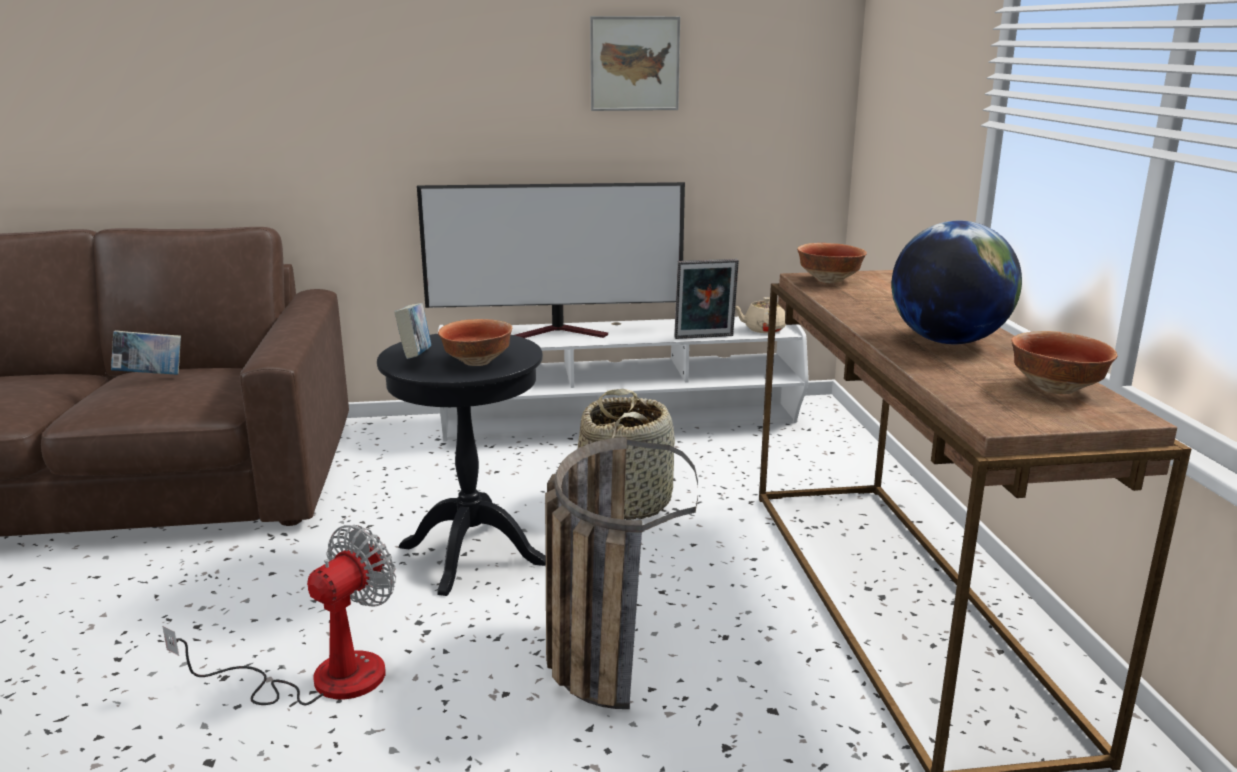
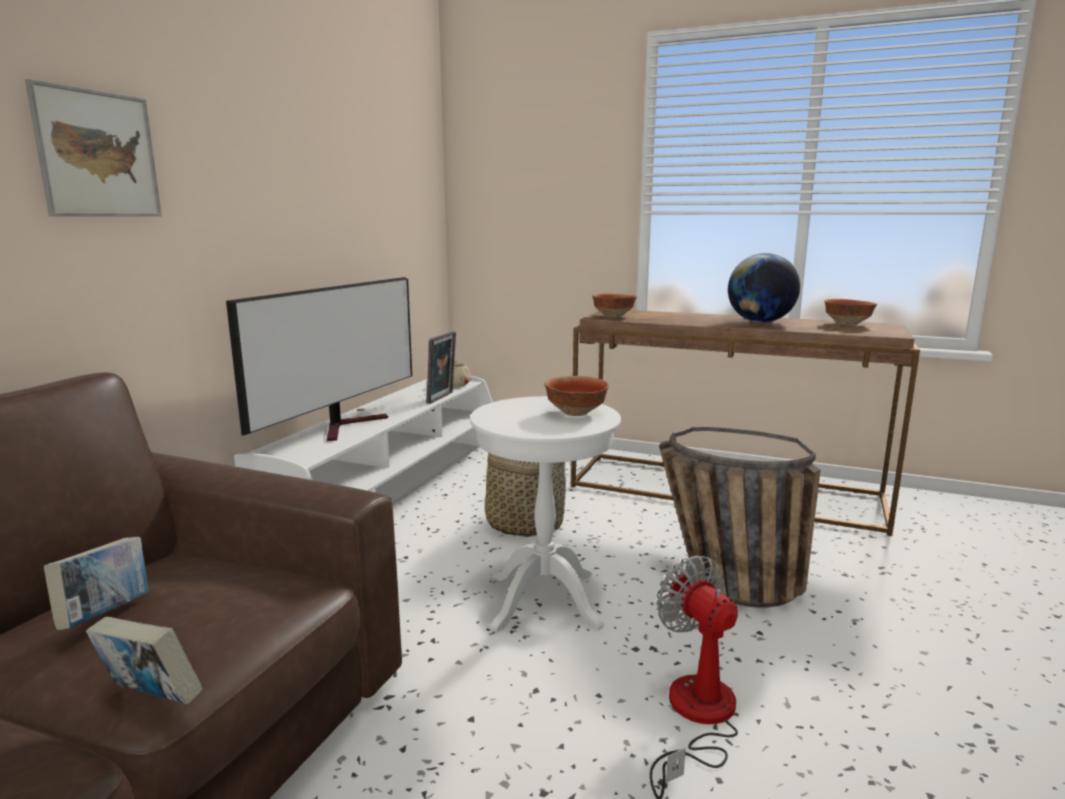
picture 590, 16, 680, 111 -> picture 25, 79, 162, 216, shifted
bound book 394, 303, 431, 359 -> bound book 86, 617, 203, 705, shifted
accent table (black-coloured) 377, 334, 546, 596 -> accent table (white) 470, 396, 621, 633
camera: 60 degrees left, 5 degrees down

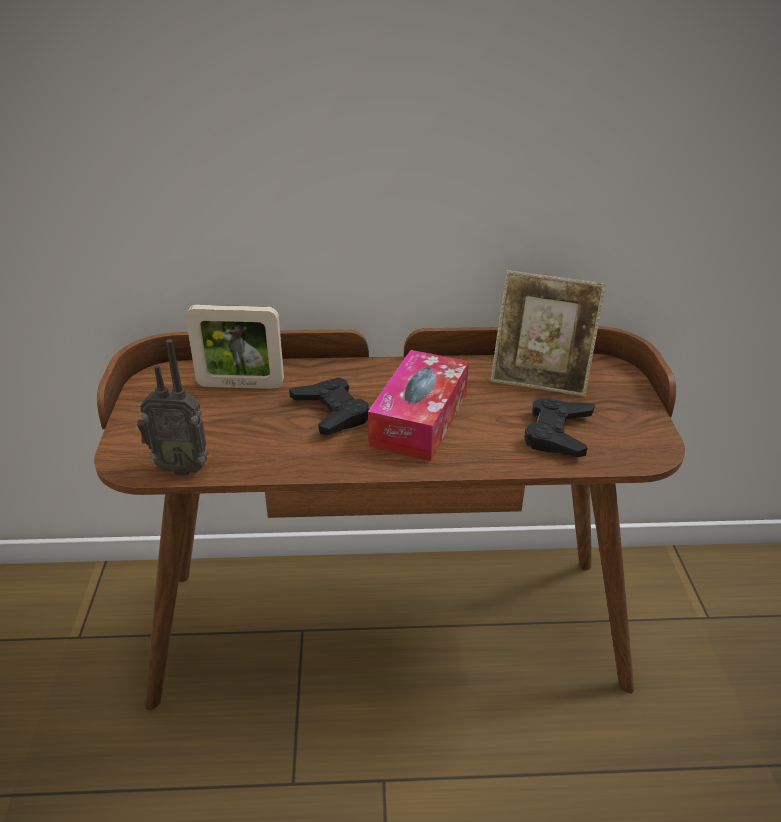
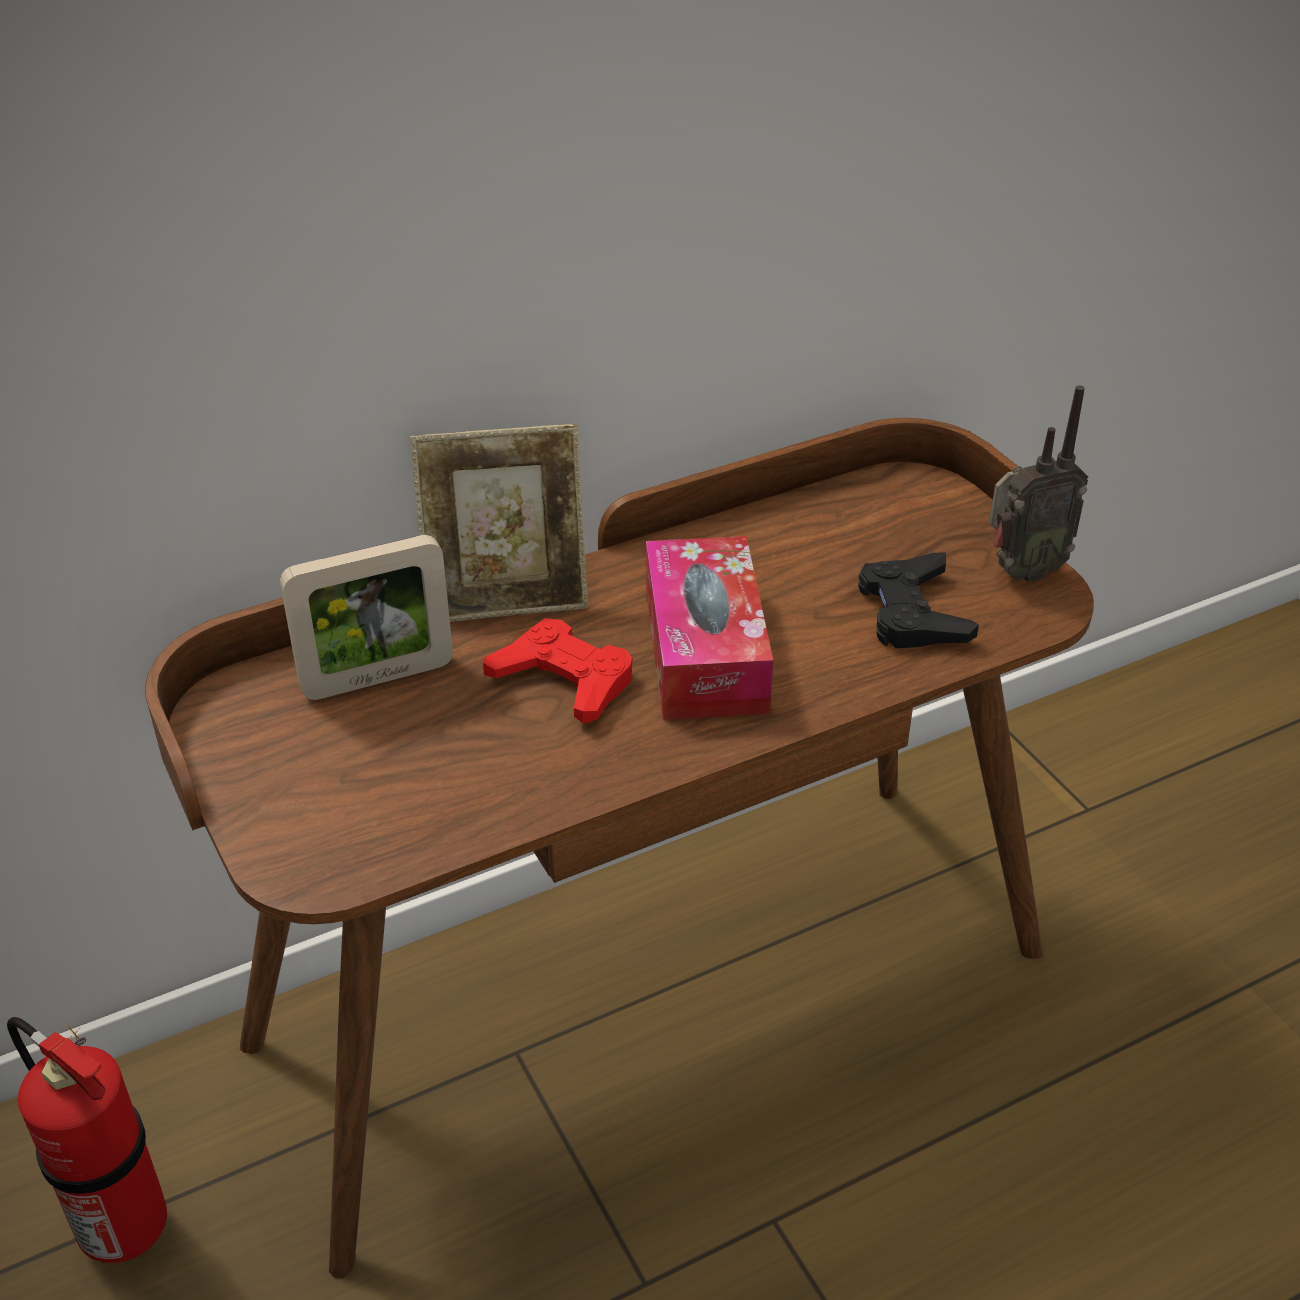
none -> extinguisher 7, 1017, 167, 1263
photo frame 490, 270, 607, 397 -> photo frame 410, 424, 588, 622, shifted
gamepad (black-coloured) 289, 377, 369, 435 -> gamepad (red) 483, 618, 633, 724
radio set 137, 339, 209, 476 -> radio set 989, 385, 1088, 582, shifted
camera: 25 degrees left, 5 degrees up

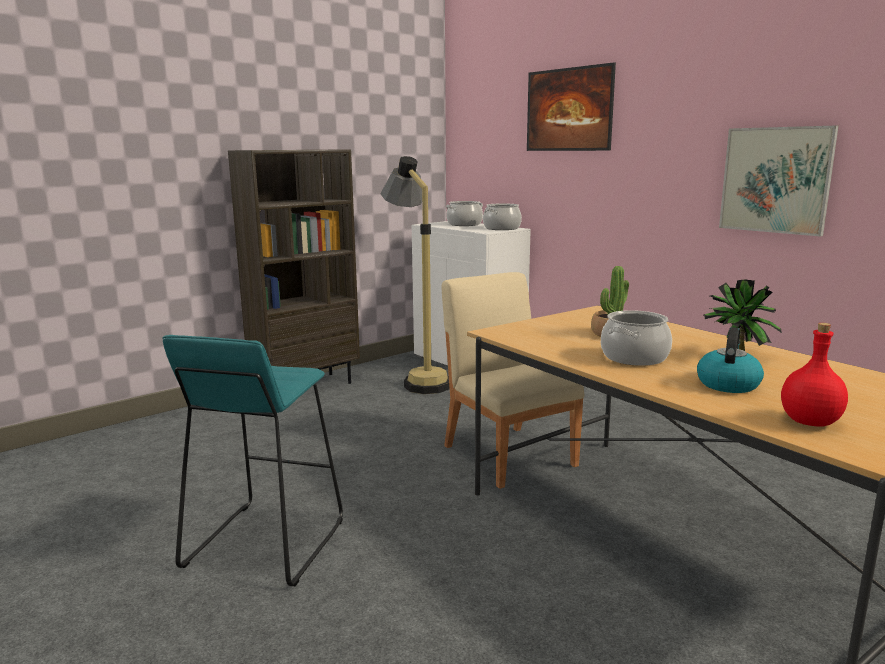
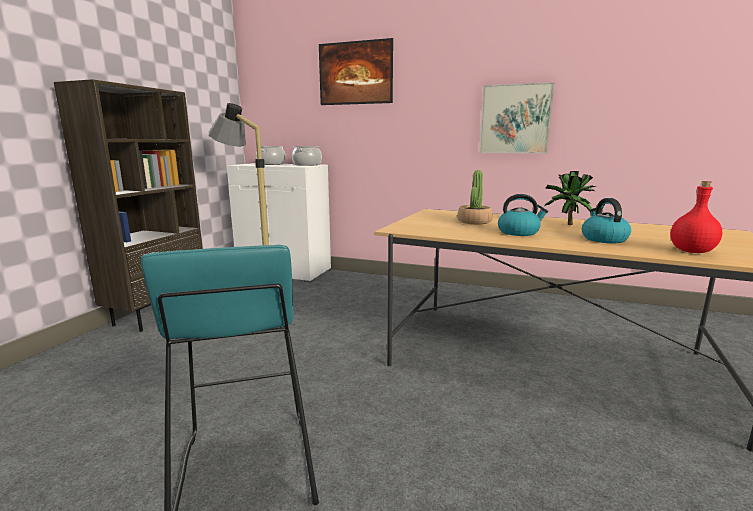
stockpot 601, 310, 672, 366 -> kettle 498, 194, 548, 236
plain chair (beige) 441, 272, 584, 489 -> none
camera: 30 degrees left, 0 degrees up

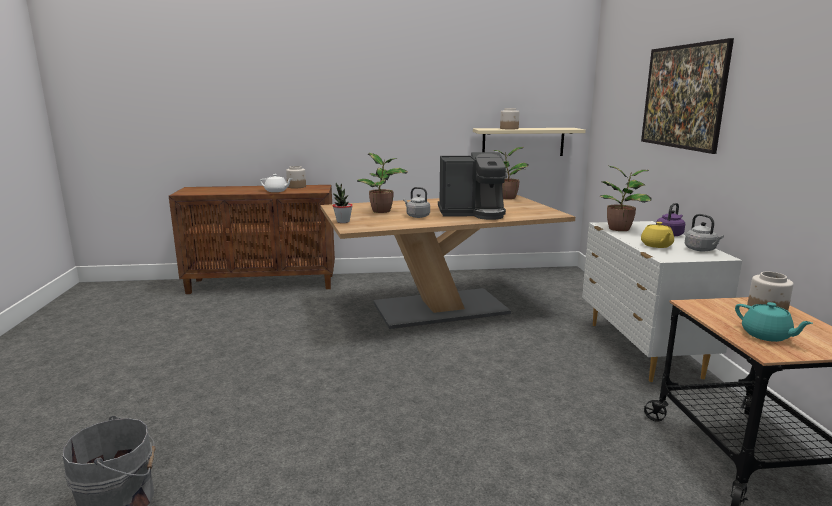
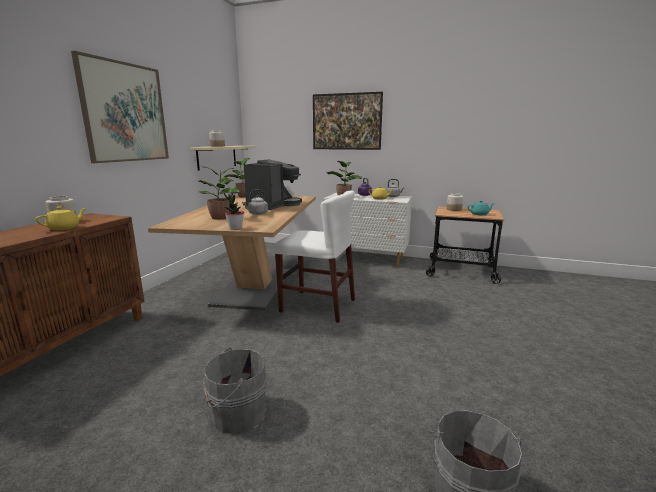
pot for tea (white) 260, 174, 293, 192 -> pot for tea (yellow) 35, 206, 86, 230
none -> picture 71, 51, 169, 163
none -> pail (greyish) 203, 348, 267, 434
none -> plain chair (white) 273, 191, 355, 323
camera: 65 degrees left, 0 degrees up

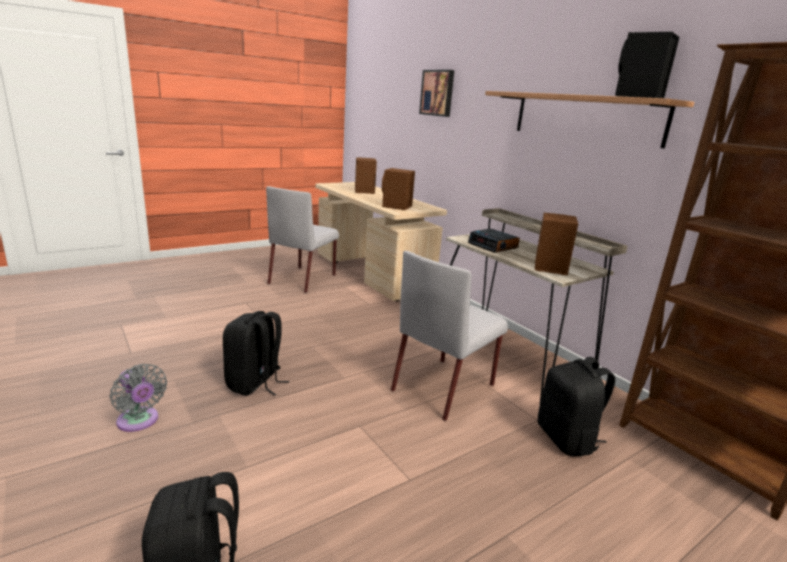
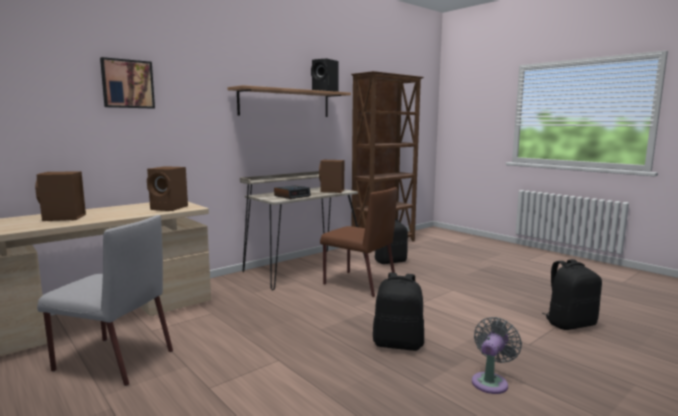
plain chair (greyish) 391, 251, 508, 421 -> plain chair (brown) 320, 187, 397, 297
camera: 95 degrees left, 10 degrees down

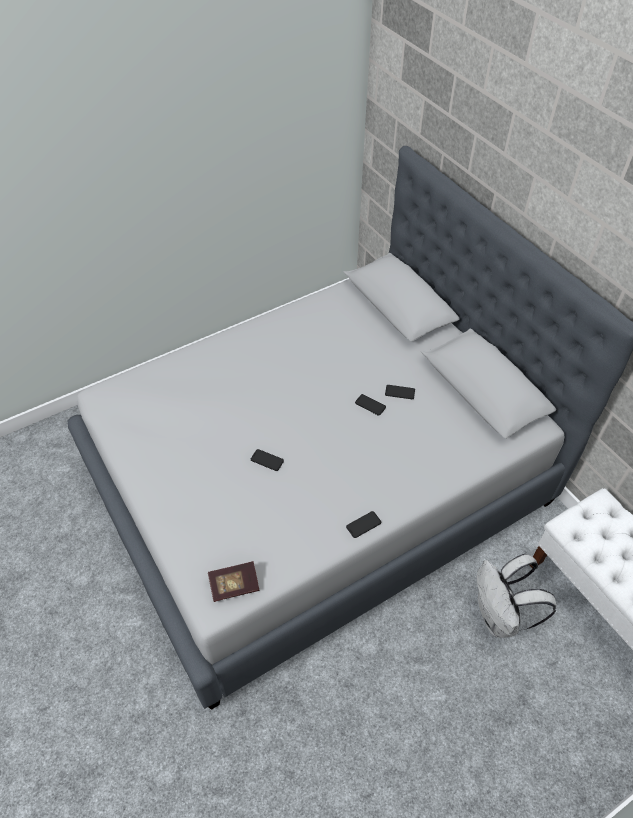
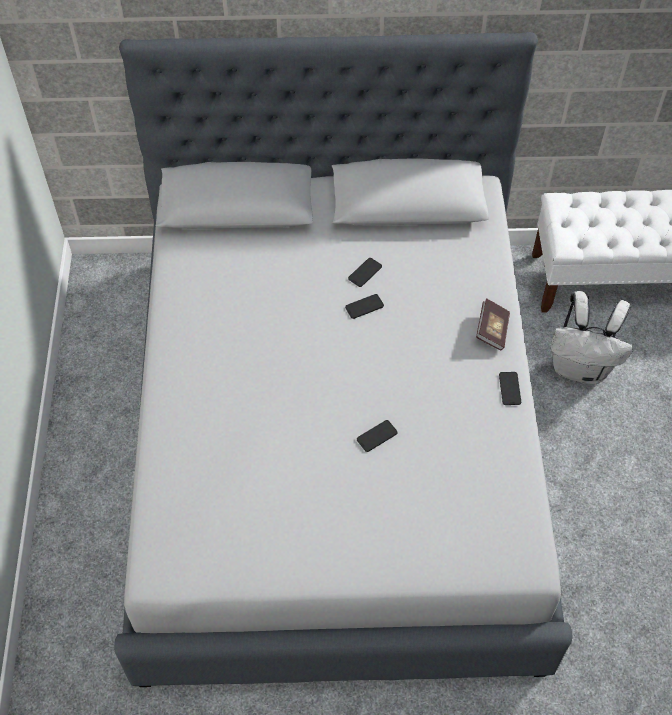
bound book 208, 561, 259, 602 -> bound book 476, 298, 510, 350, shifted
camera: 60 degrees left, 5 degrees up

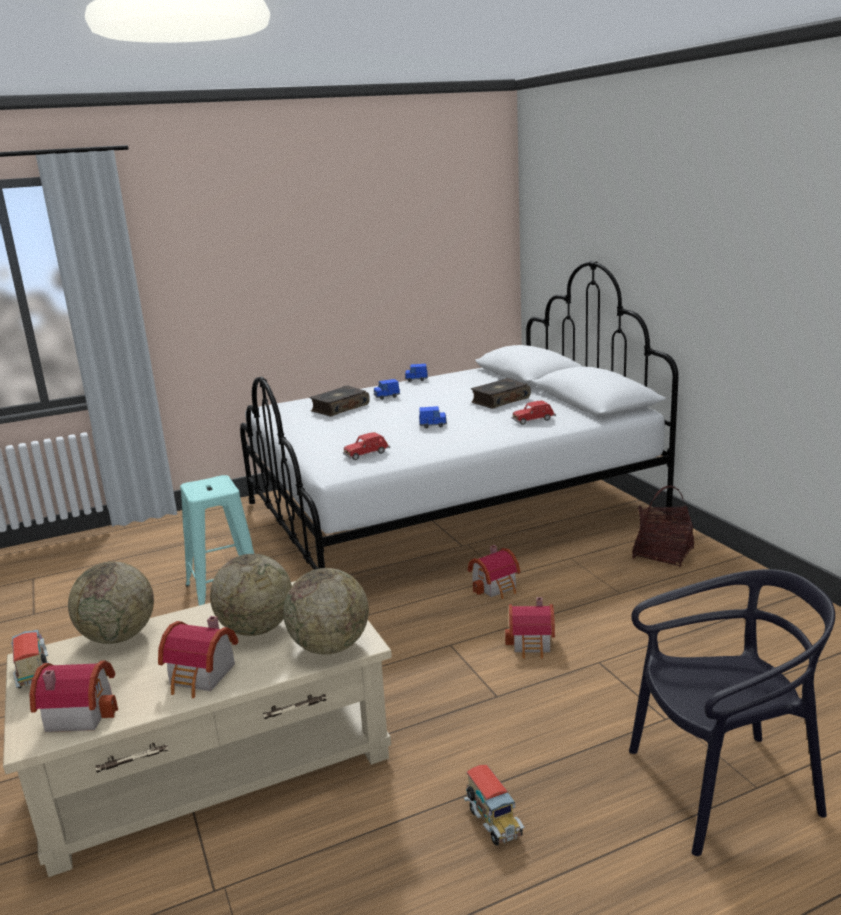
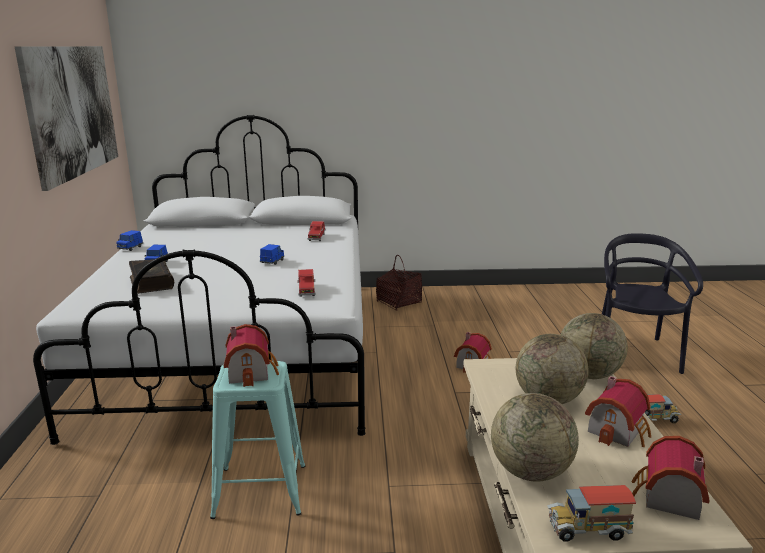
none -> picture 15, 46, 118, 191
miniature house 467, 545, 520, 599 -> miniature house 224, 324, 279, 387, shifted
bound book 471, 378, 531, 409 -> none
camera: 70 degrees left, 0 degrees up

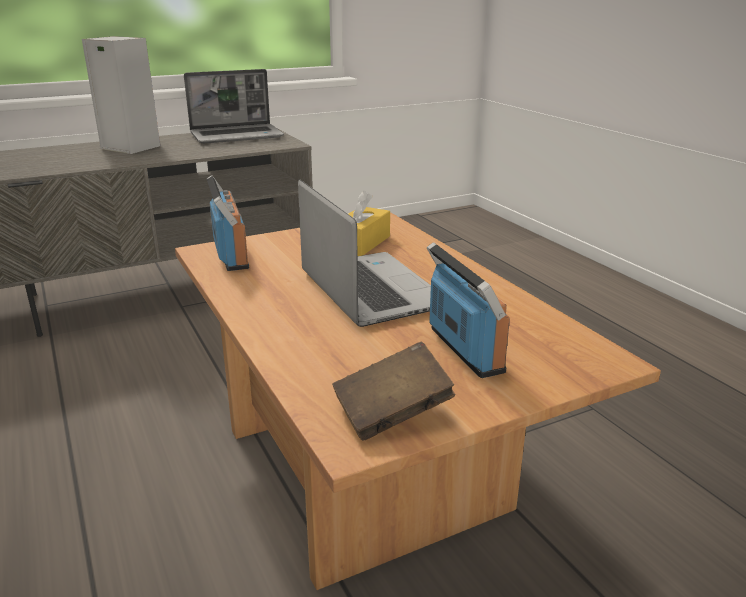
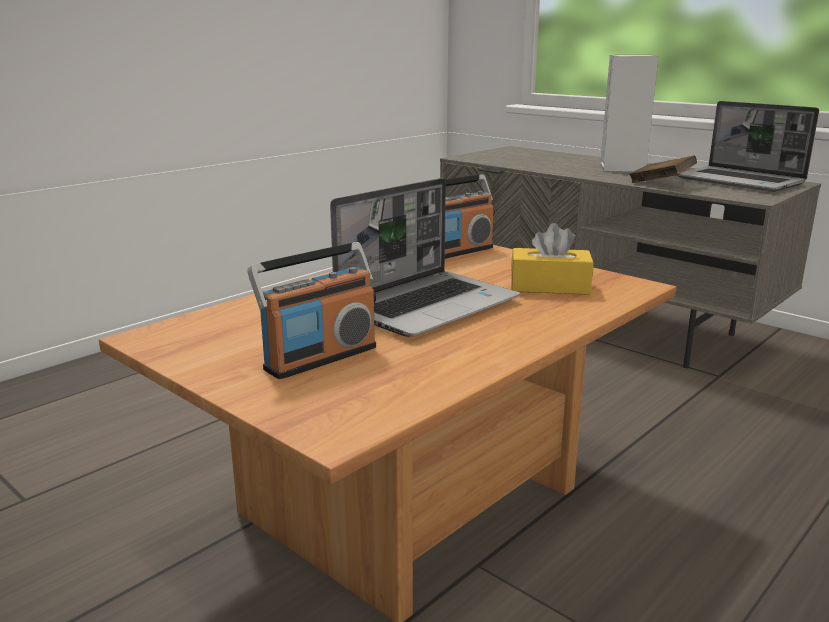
bound book (brown) 332, 342, 455, 441 -> bound book (brown) 629, 155, 697, 183, shifted
camera: 70 degrees right, 5 degrees down

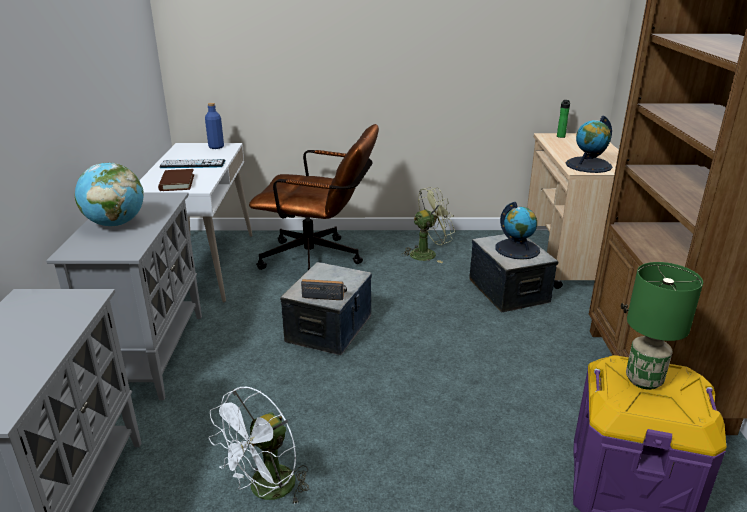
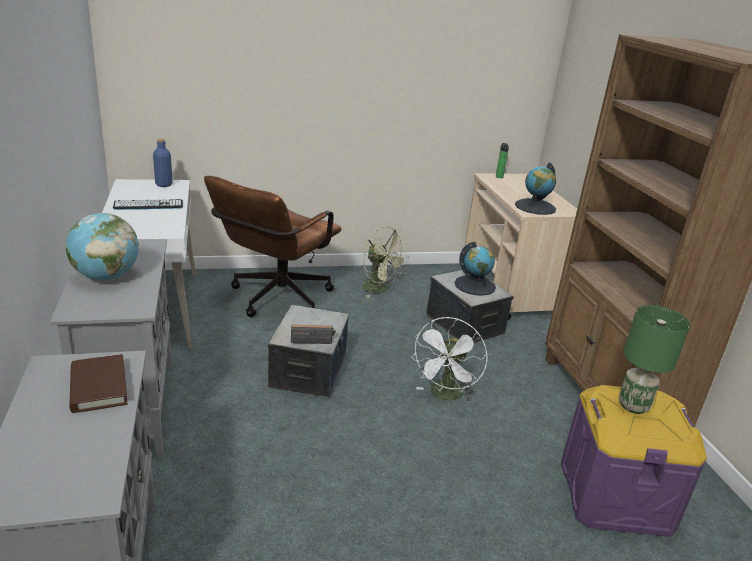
bound book (brown) 158, 169, 194, 191 -> bound book (brown) 70, 354, 127, 413, shifted
office chair (brown) 249, 124, 379, 270 -> office chair (brown) 204, 176, 341, 317, 120 degrees clockwise
fan (green-coloured) 401, 187, 456, 263 -> fan (green-coloured) 362, 226, 409, 298, 75 degrees clockwise
fan (white) 209, 387, 309, 506 -> fan (white) 411, 317, 487, 403, shifted
camera: 15 degrees left, 0 degrees up

